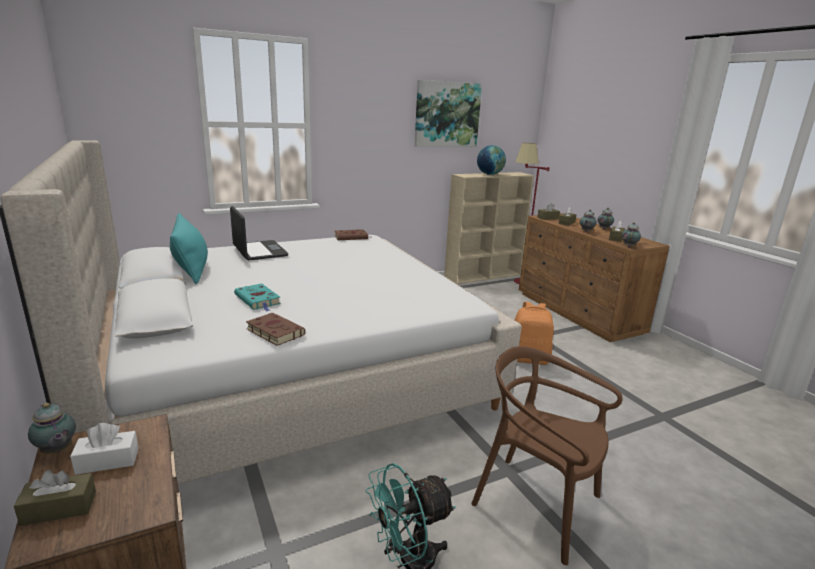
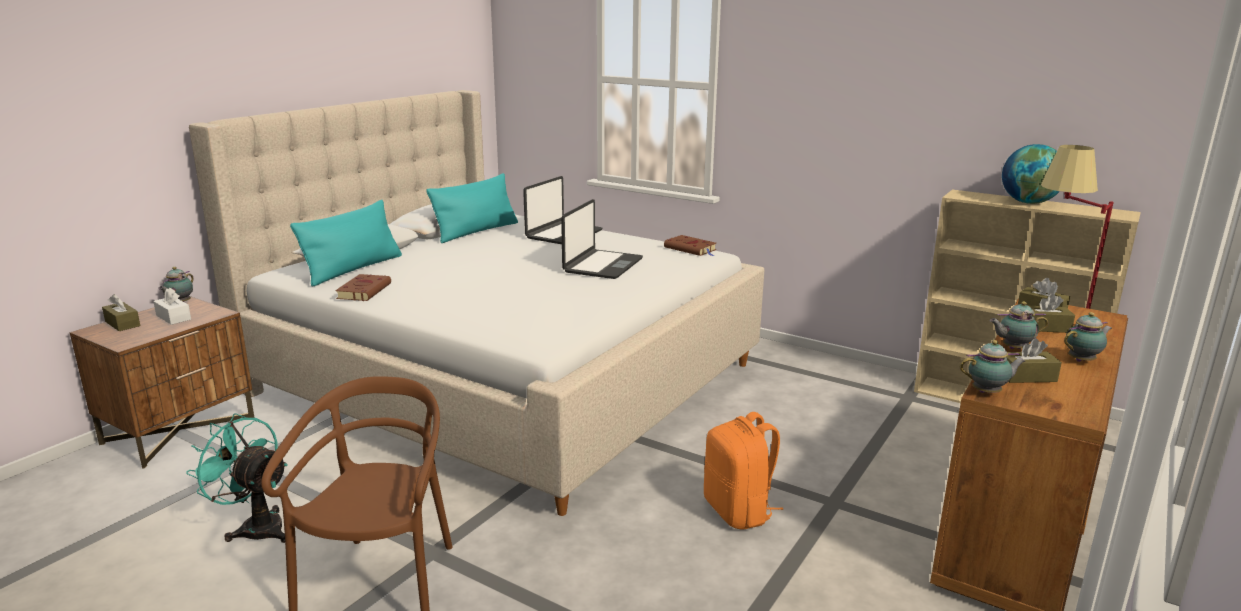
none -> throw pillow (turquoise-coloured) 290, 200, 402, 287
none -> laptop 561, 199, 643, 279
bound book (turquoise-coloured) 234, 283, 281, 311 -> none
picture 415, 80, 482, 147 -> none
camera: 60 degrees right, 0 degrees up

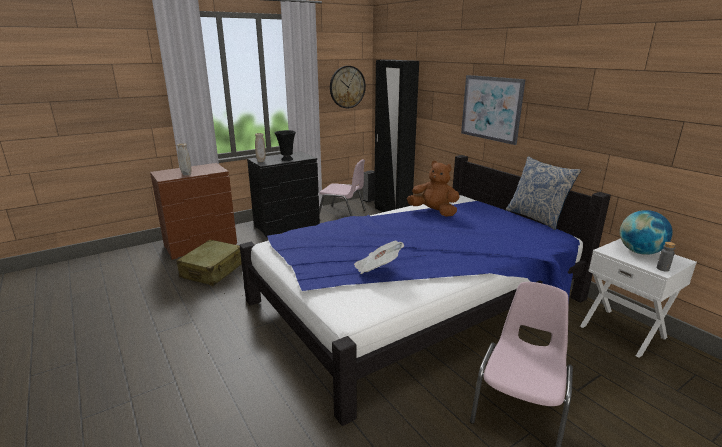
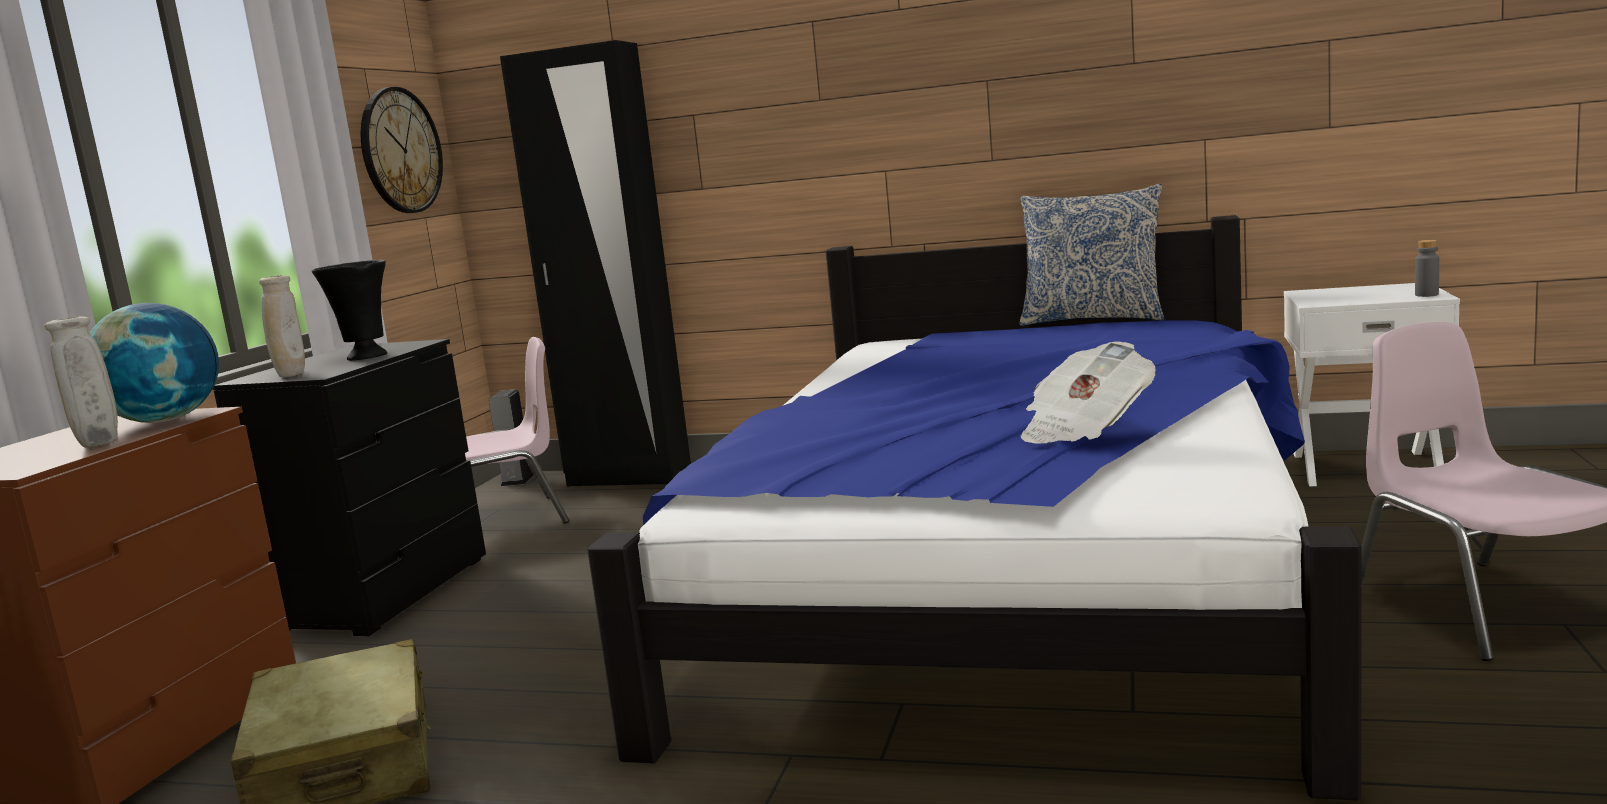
globe 620, 210, 673, 255 -> globe 90, 303, 219, 423, shifted
cuddly toy (brown) 407, 161, 460, 217 -> none
picture 461, 75, 526, 145 -> none
camera: 40 degrees left, 10 degrees down

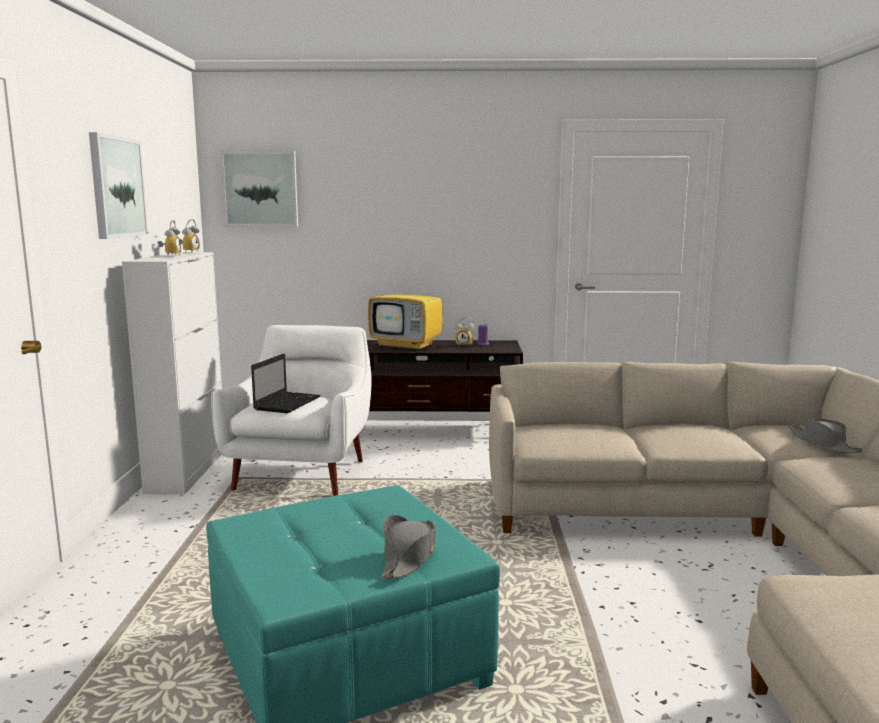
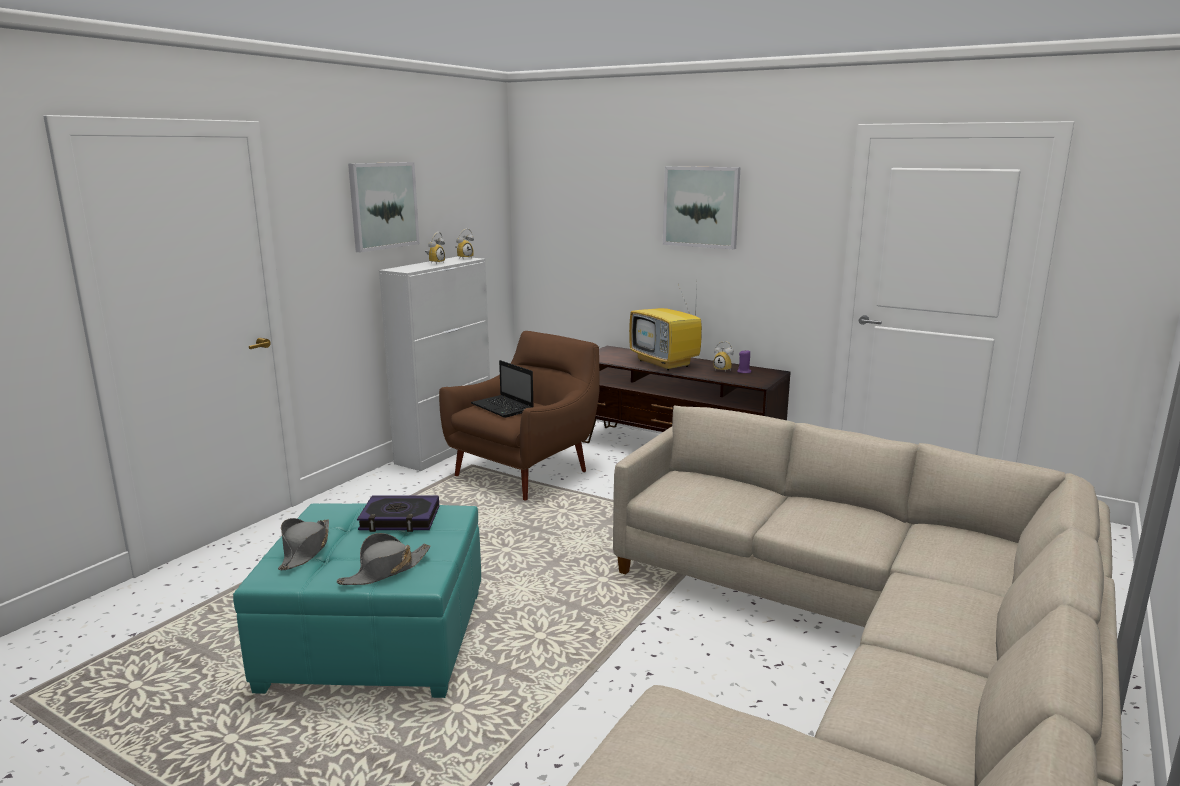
clothing hat (greyish) 788, 419, 863, 453 -> clothing hat (greyish) 278, 518, 329, 570, shifted
none -> bound book 357, 496, 439, 532
lounge chair (white) 211, 325, 372, 496 -> lounge chair (brown) 439, 331, 600, 500
laptop 251, 354, 321, 413 -> laptop 471, 360, 533, 418, 90 degrees clockwise
picture 220, 151, 298, 227 -> picture 663, 166, 741, 249, shifted
camera: 30 degrees right, 5 degrees up

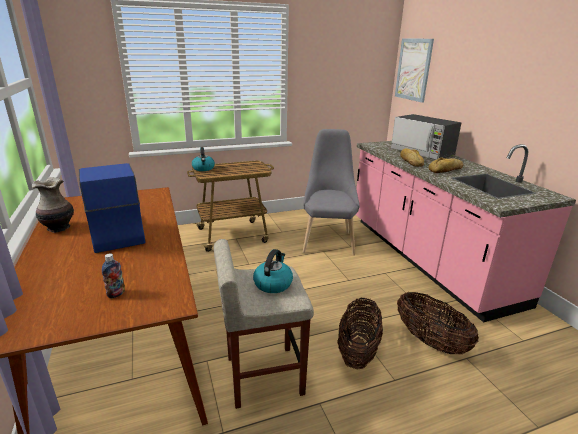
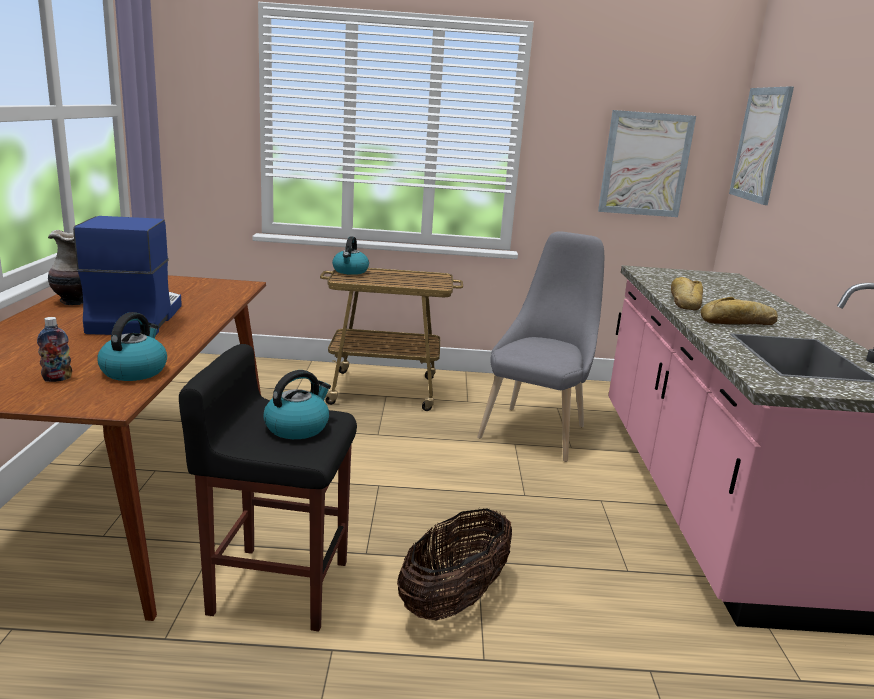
none -> kettle 97, 312, 167, 381
sitting stool (beige) 214, 239, 314, 409 -> sitting stool (black-coloured) 179, 344, 357, 631
none -> picture 598, 110, 696, 217
microwave 391, 114, 462, 160 -> none
basket 397, 291, 479, 355 -> none
camera: 20 degrees right, 5 degrees down

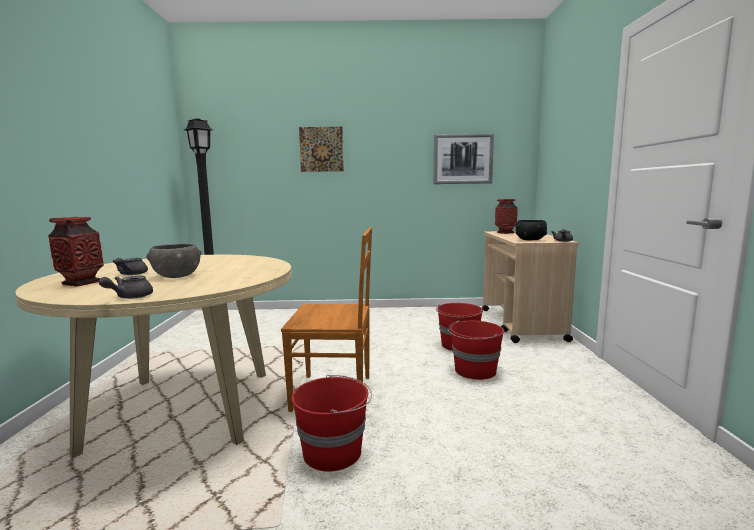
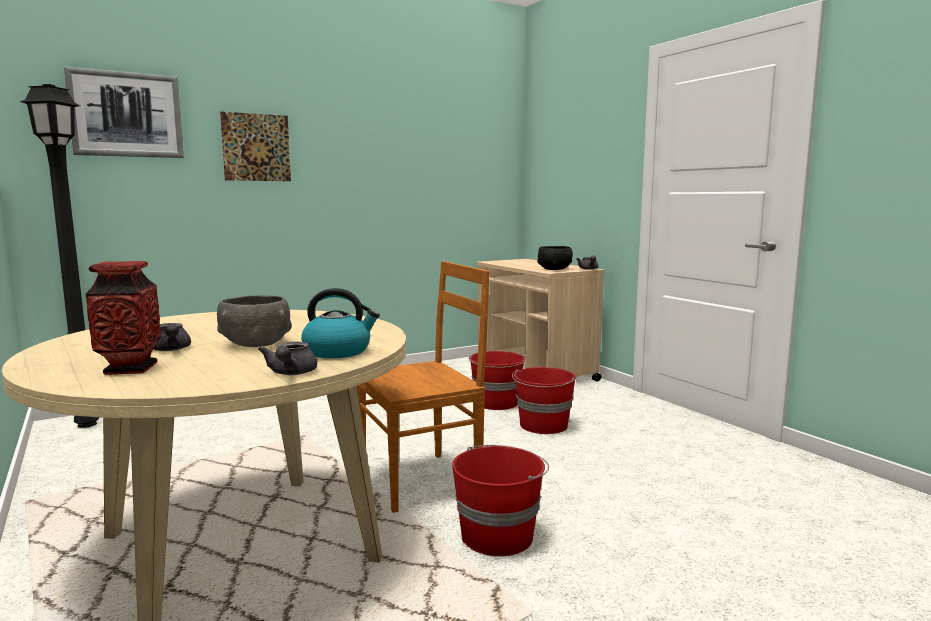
picture 434, 134, 494, 184 -> picture 64, 67, 184, 158, shifted
none -> kettle 301, 288, 380, 358
flower vase 495, 199, 518, 234 -> none
camera: 30 degrees left, 0 degrees up

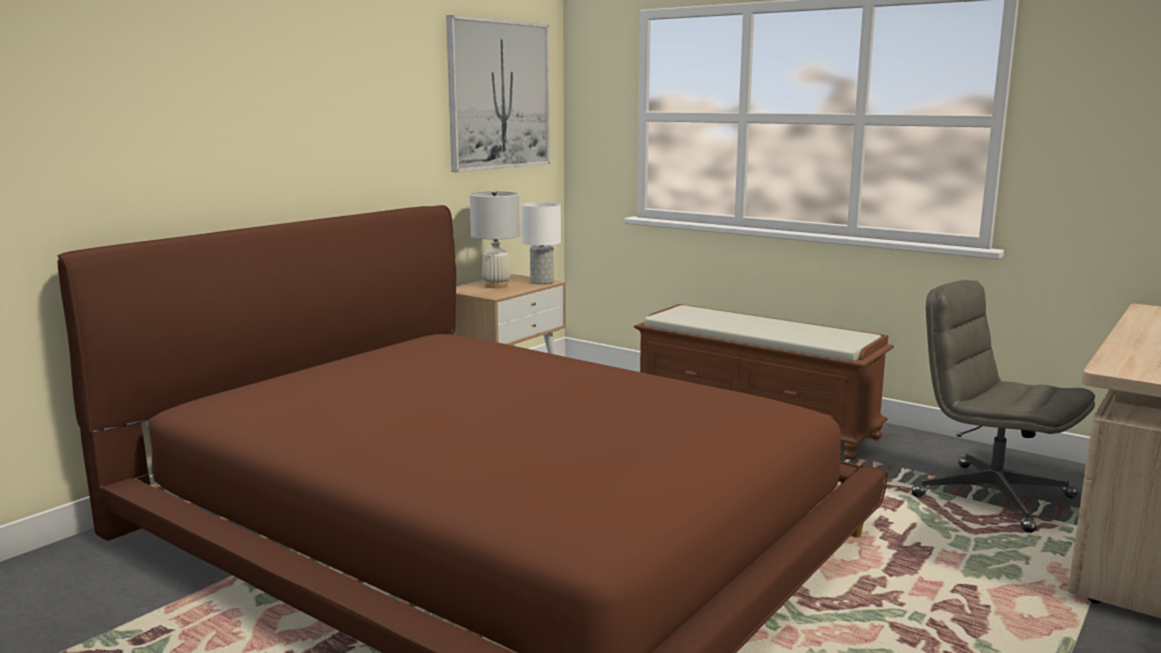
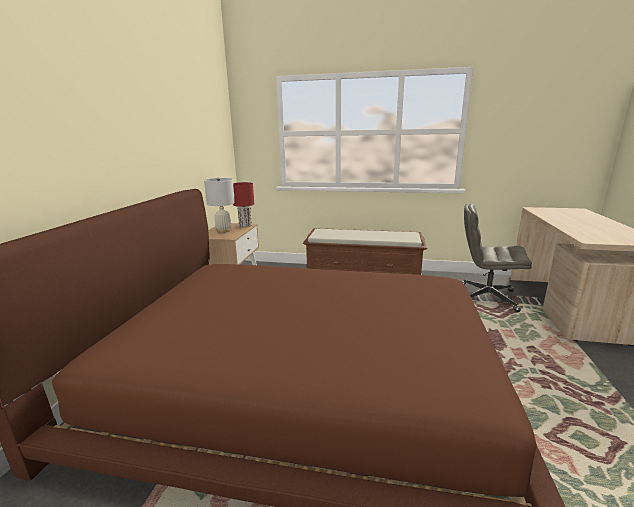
tabletop lamp (white) 522, 202, 561, 284 -> tabletop lamp (red) 233, 182, 254, 227
picture 446, 15, 550, 172 -> none
camera: 25 degrees left, 5 degrees up

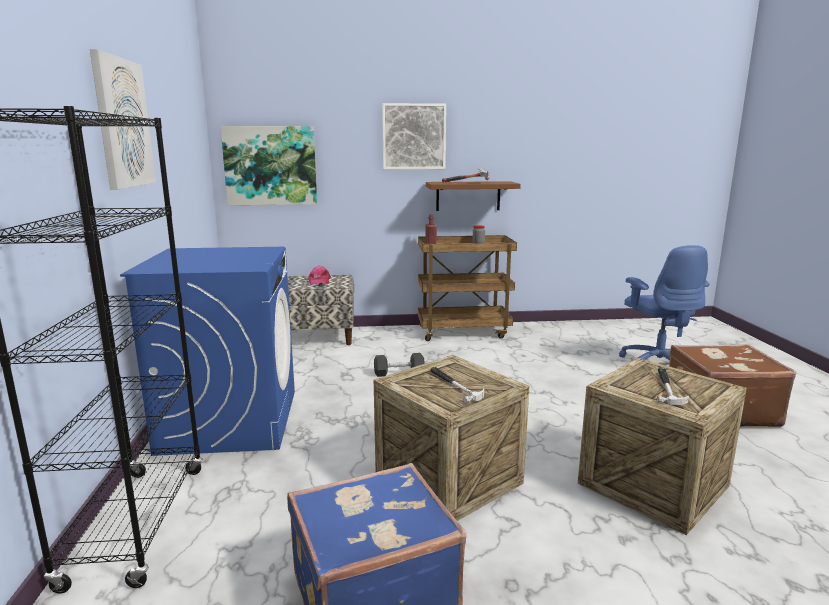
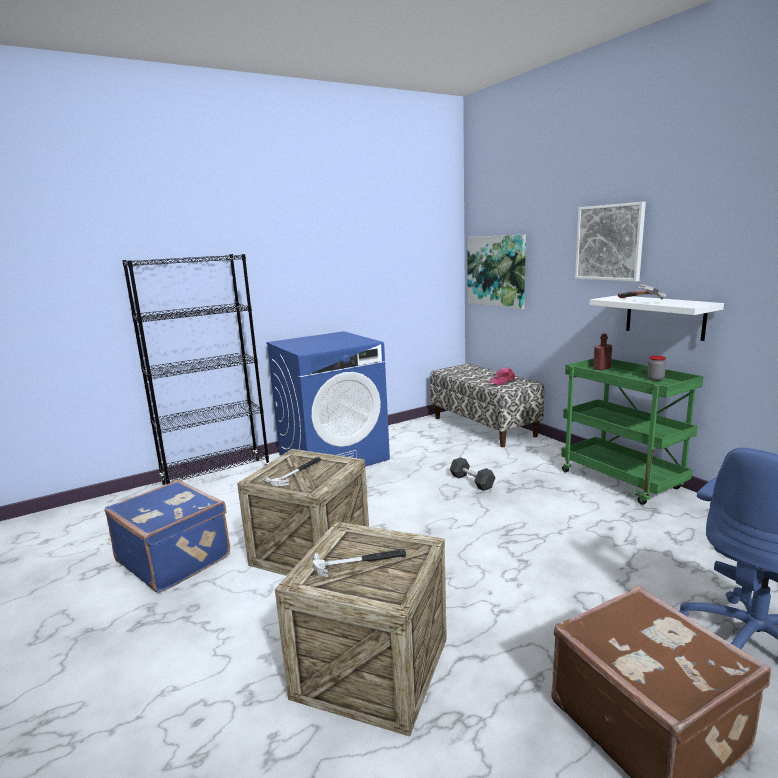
cart (brown) 418, 235, 517, 341 -> cart (green-coloured) 561, 358, 703, 505
bracket shelf (brown) 426, 181, 521, 211 -> bracket shelf (white) 590, 295, 724, 341
picture 90, 49, 156, 189 -> none
camera: 65 degrees right, 0 degrees up

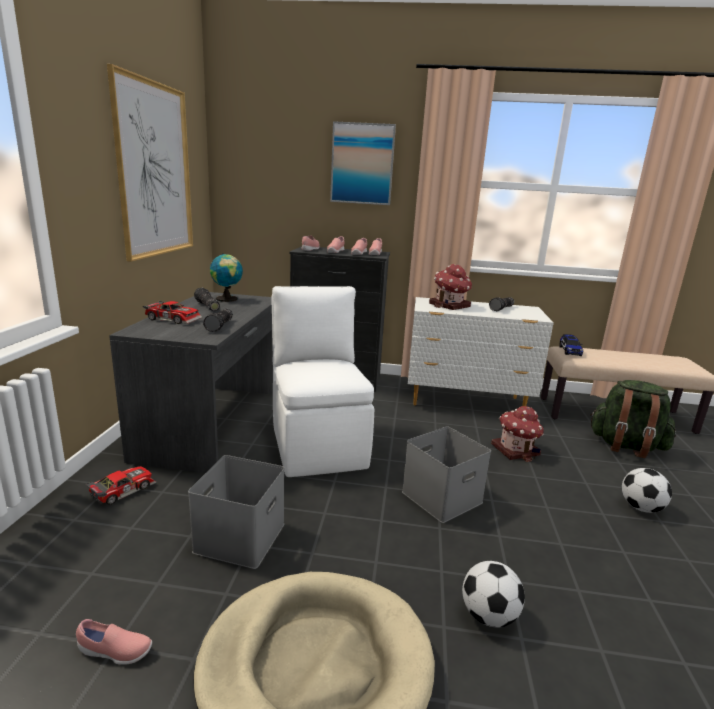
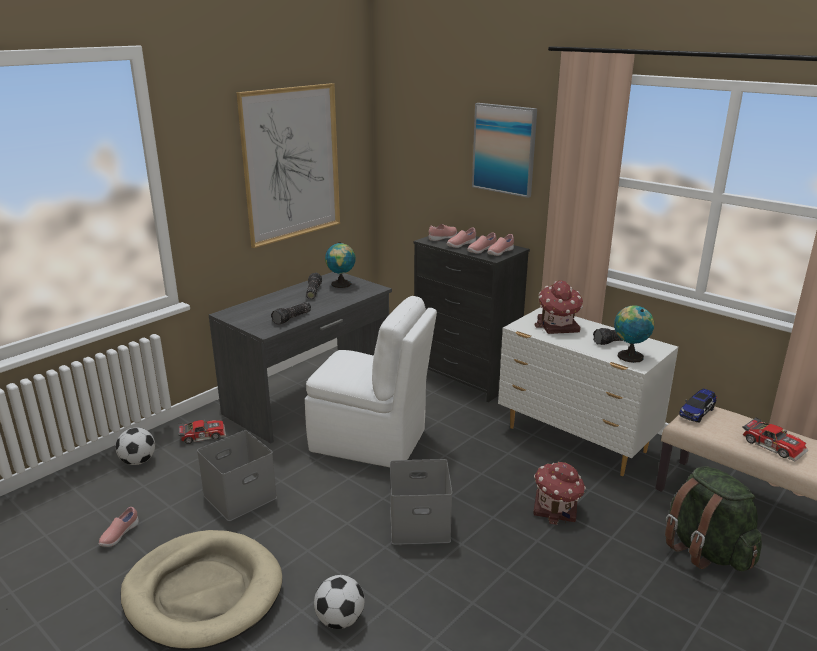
shoe (pink-coloured) 76, 619, 152, 665 -> shoe (pink-coloured) 99, 507, 139, 547, 75 degrees clockwise
ball for football 622, 468, 672, 513 -> ball for football 115, 428, 155, 465, shifted
plain chair (white) 272, 286, 374, 477 -> plain chair (white) 305, 296, 437, 467, 90 degrees clockwise
none -> globe 614, 305, 654, 363
toy car 143, 301, 202, 324 -> toy car 742, 417, 808, 461, shifted
camera: 35 degrees right, 5 degrees up

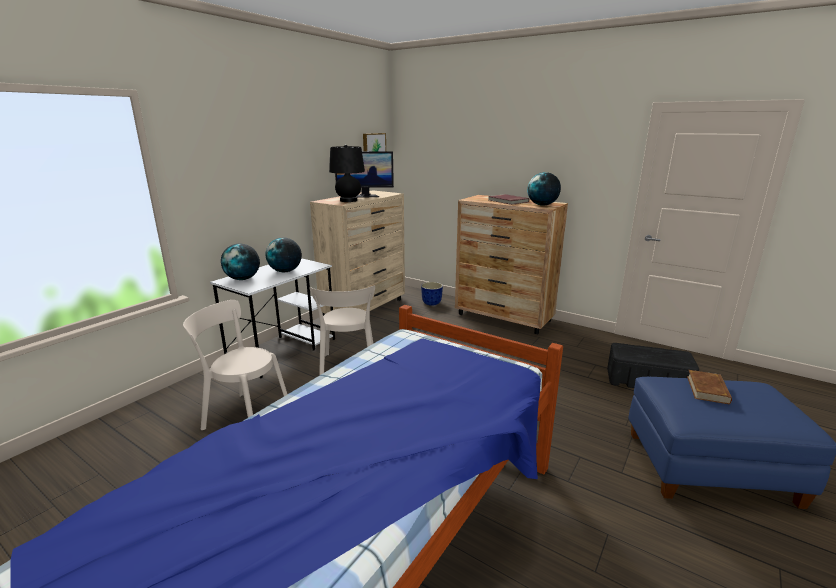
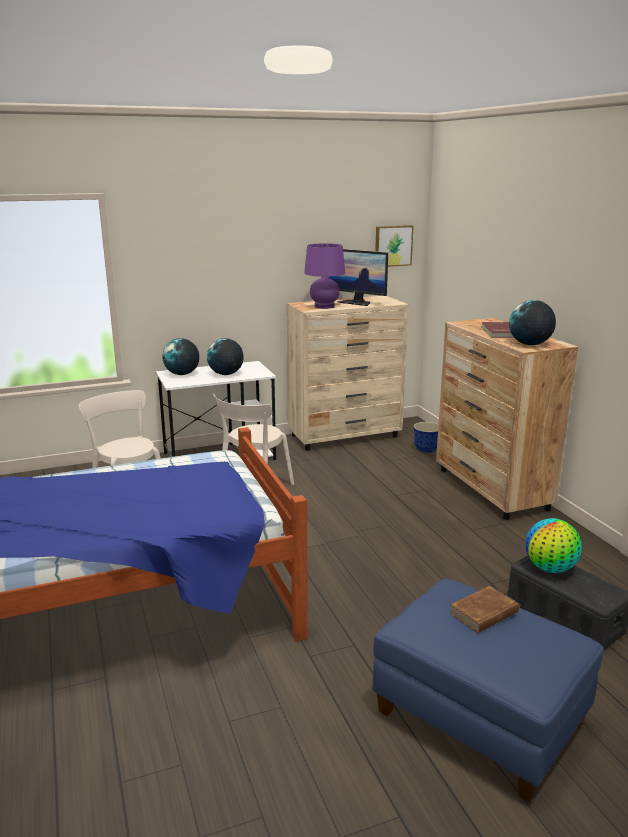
tabletop lamp (black-coloured) 329, 145, 365, 202 -> tabletop lamp (purple) 304, 243, 345, 309
none -> globe 525, 518, 582, 573
camera: 35 degrees right, 0 degrees up

